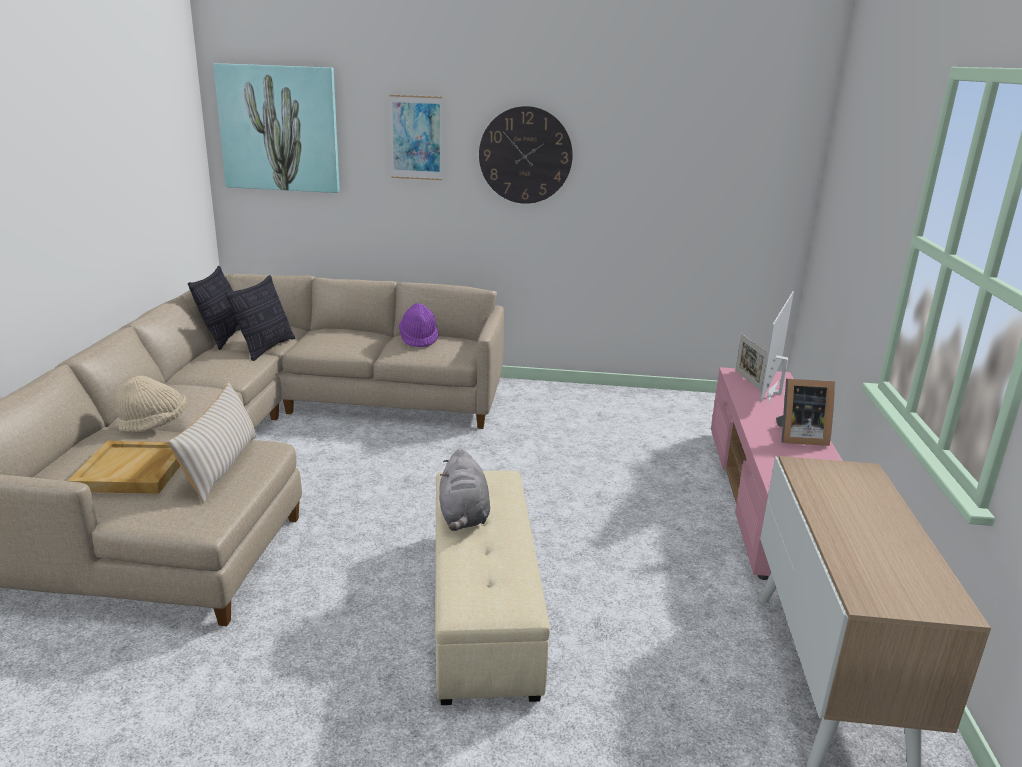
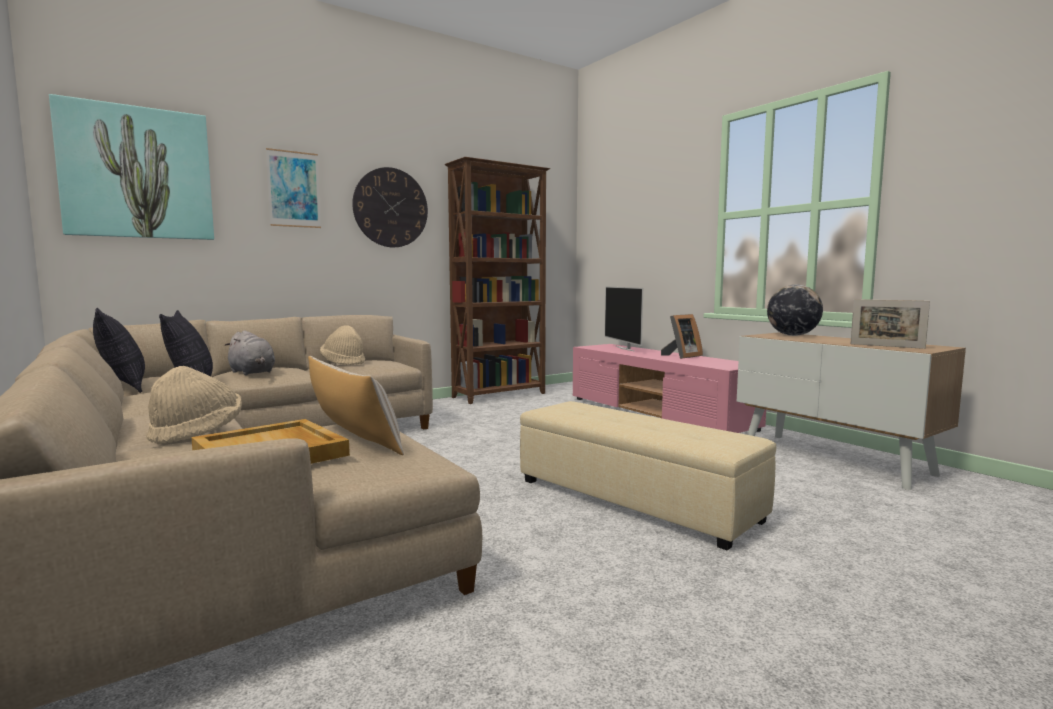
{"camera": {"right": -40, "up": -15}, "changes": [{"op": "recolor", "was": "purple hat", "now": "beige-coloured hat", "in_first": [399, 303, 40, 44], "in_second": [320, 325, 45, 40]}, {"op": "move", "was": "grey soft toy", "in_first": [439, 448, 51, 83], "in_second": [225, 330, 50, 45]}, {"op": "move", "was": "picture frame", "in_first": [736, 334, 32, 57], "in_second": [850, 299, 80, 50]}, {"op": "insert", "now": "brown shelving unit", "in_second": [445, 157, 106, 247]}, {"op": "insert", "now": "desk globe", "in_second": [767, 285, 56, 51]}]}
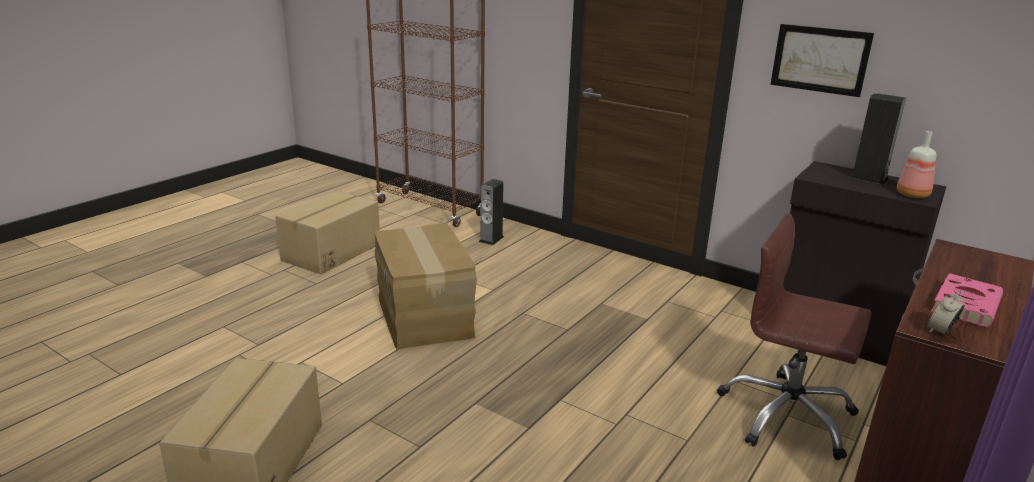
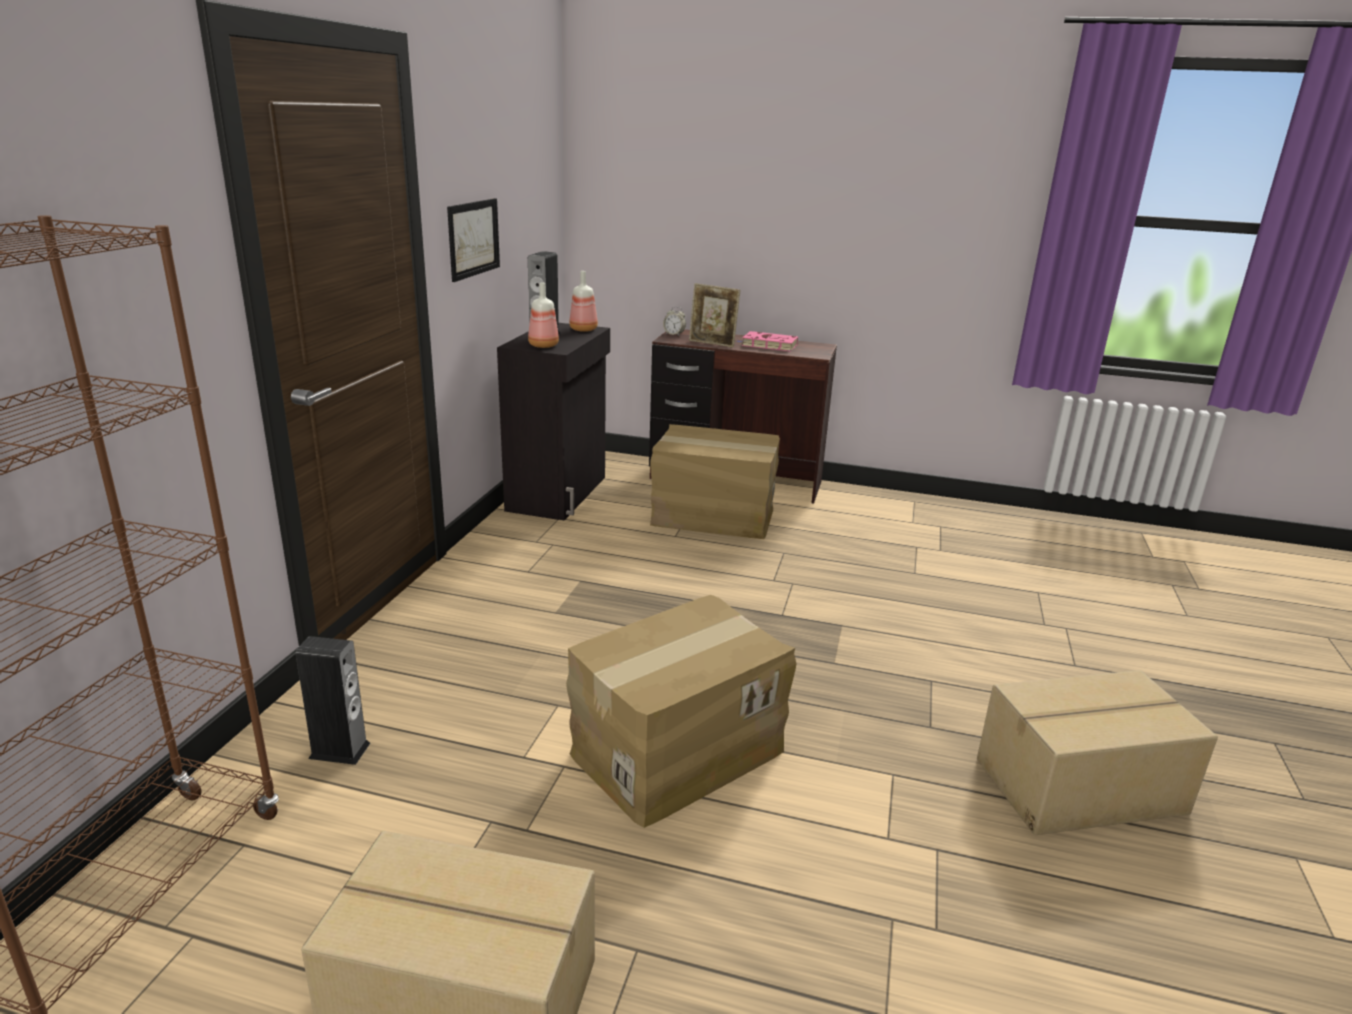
{"camera": {"right": -110, "up": 0}, "changes": [{"op": "replace", "was": "brown computer chair", "now": "packing box", "in_first": [717, 213, 154, 247], "in_second": [650, 424, 130, 115]}, {"op": "move", "was": "alarm clock", "in_first": [927, 291, 38, 44], "in_second": [663, 306, 23, 29]}, {"op": "insert", "now": "drink bottle", "in_second": [528, 283, 31, 65]}, {"op": "insert", "now": "picture frame", "in_second": [689, 283, 51, 65]}]}
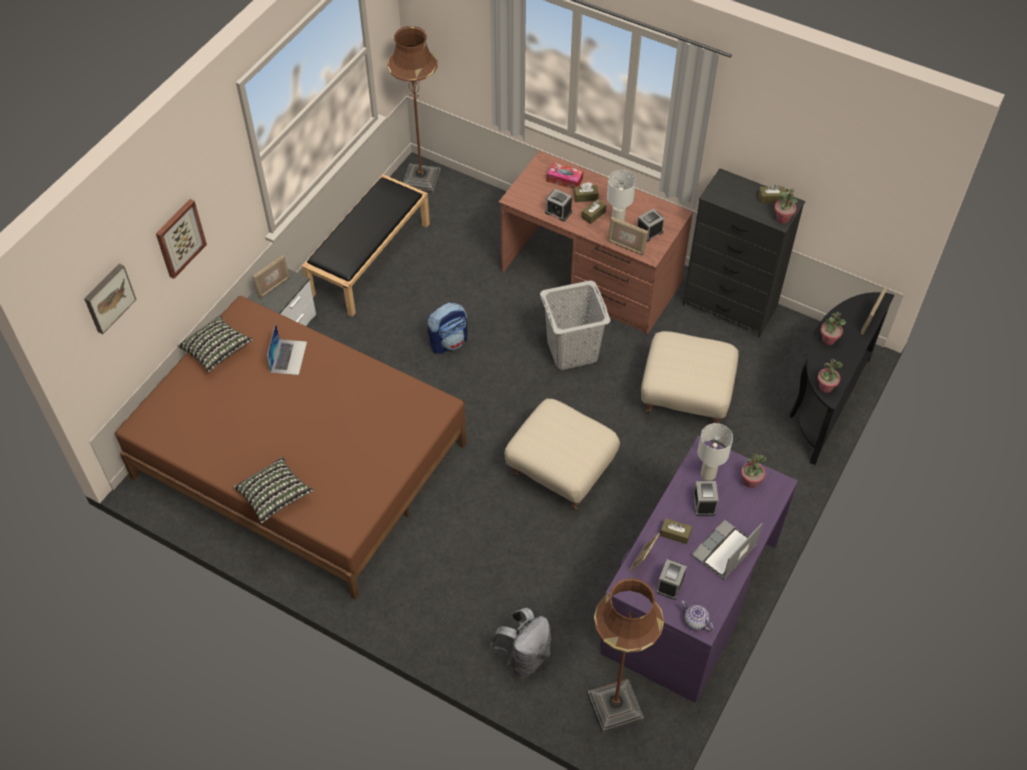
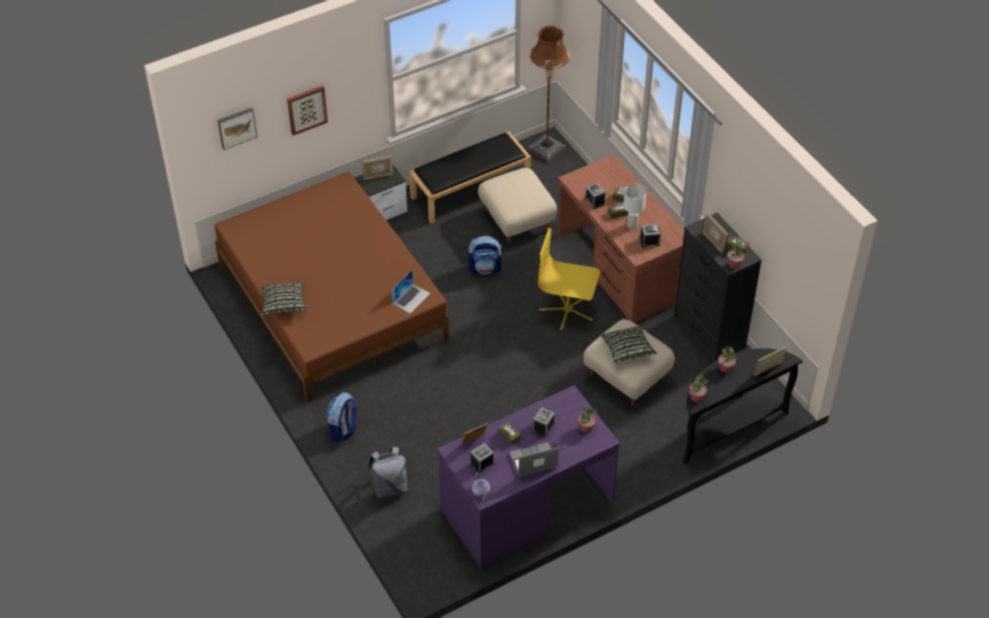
{"camera": {"right": 30, "up": -5}, "changes": [{"op": "move", "was": "throw pillow", "in_first": [178, 315, 75, 57], "in_second": [601, 325, 56, 38]}, {"op": "move", "was": "notebook computer", "in_first": [267, 323, 40, 52], "in_second": [392, 270, 38, 43]}, {"op": "move", "was": "beige-coloured pouffe", "in_first": [504, 399, 116, 112], "in_second": [478, 168, 79, 78]}, {"op": "replace", "was": "grey washing basket", "now": "yellowish computer chair", "in_first": [540, 280, 71, 90], "in_second": [538, 228, 62, 104]}, {"op": "delete", "was": "tissue box", "in_first": [547, 162, 36, 27]}, {"op": "delete", "was": "brown standard lamp", "in_first": [588, 578, 76, 155]}, {"op": "move", "was": "picture frame", "in_first": [607, 217, 41, 39], "in_second": [702, 213, 26, 41]}, {"op": "delete", "was": "whitish table lamp", "in_first": [698, 423, 35, 58]}, {"op": "insert", "now": "knapsack", "in_second": [326, 392, 32, 50]}]}
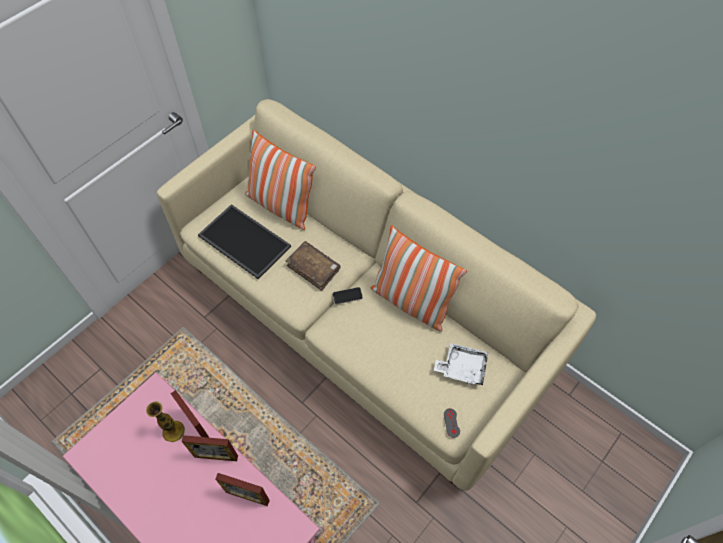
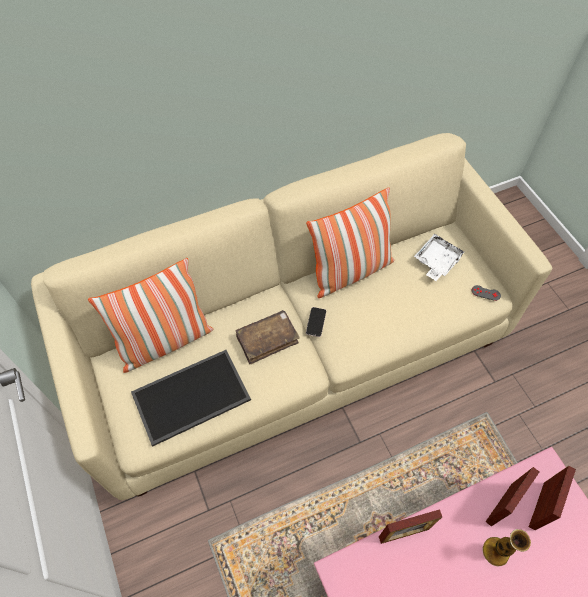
{"camera": {"right": -65, "up": 0}, "changes": [{"op": "move", "was": "decorative vase", "in_first": [146, 401, 39, 41], "in_second": [482, 529, 49, 38]}, {"op": "move", "was": "picture frame", "in_first": [182, 435, 56, 26], "in_second": [529, 466, 47, 64]}]}
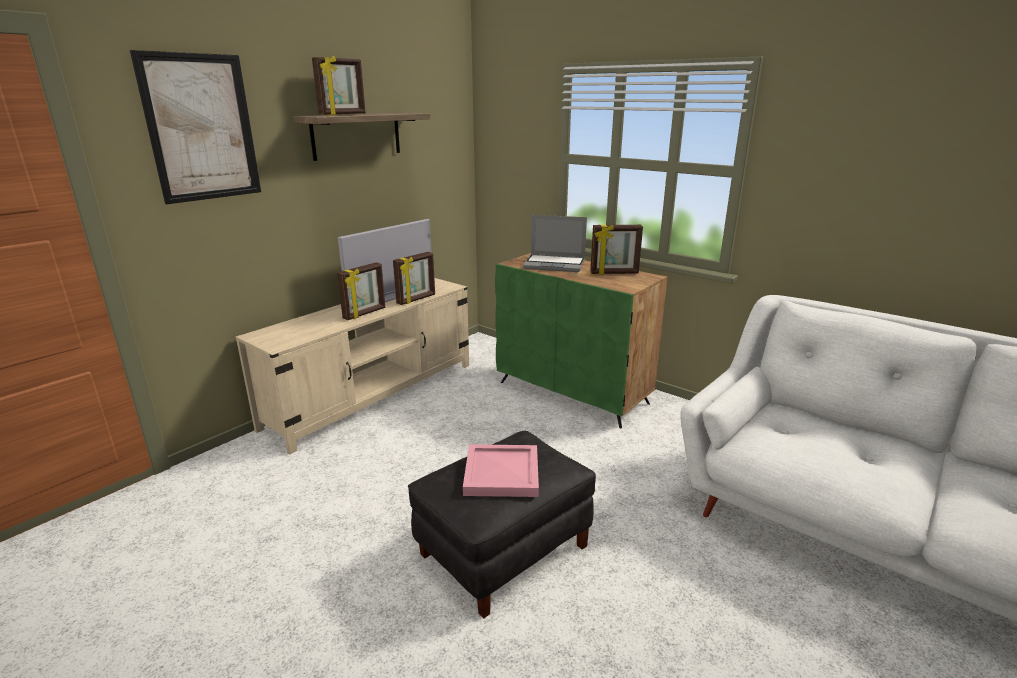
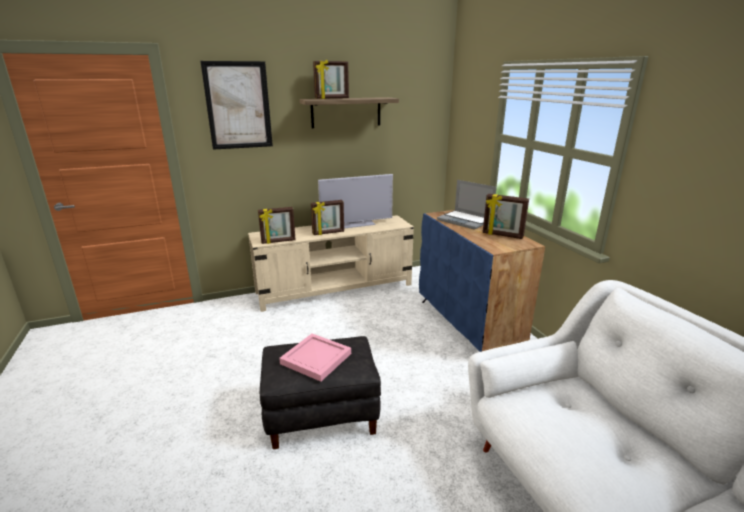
{"camera": {"right": 30, "up": 0}, "changes": [{"op": "move", "was": "picture frame", "in_first": [393, 252, 42, 53], "in_second": [258, 207, 38, 37]}, {"op": "recolor", "was": "green storage cabinet", "now": "bluish storage cabinet", "in_first": [495, 253, 172, 175], "in_second": [419, 210, 126, 142]}]}
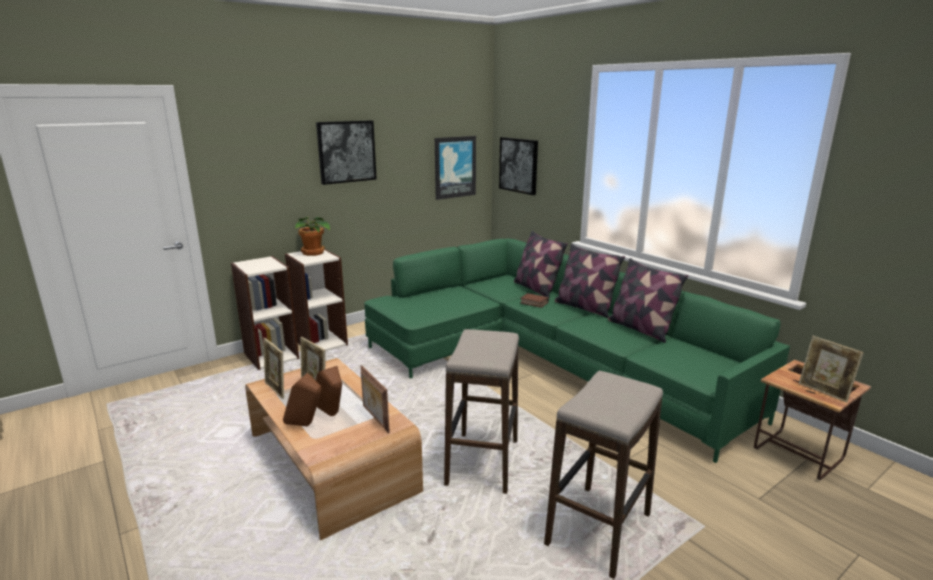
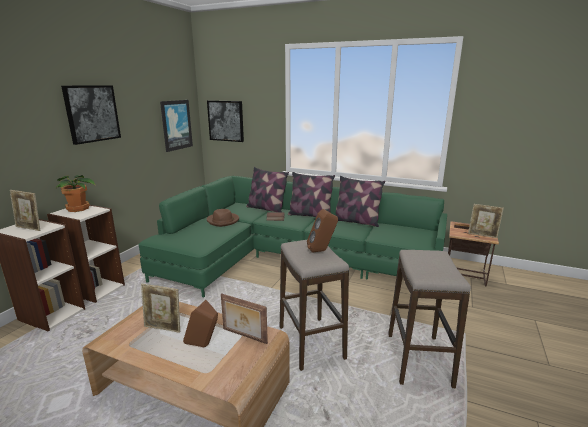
{"camera": {"right": -30, "up": 0}, "changes": [{"op": "move", "was": "picture frame", "in_first": [263, 338, 21, 61], "in_second": [10, 190, 30, 41]}, {"op": "move", "was": "brown speaker", "in_first": [283, 373, 38, 53], "in_second": [307, 209, 31, 44]}, {"op": "insert", "now": "brown hat", "in_second": [207, 209, 32, 18]}]}
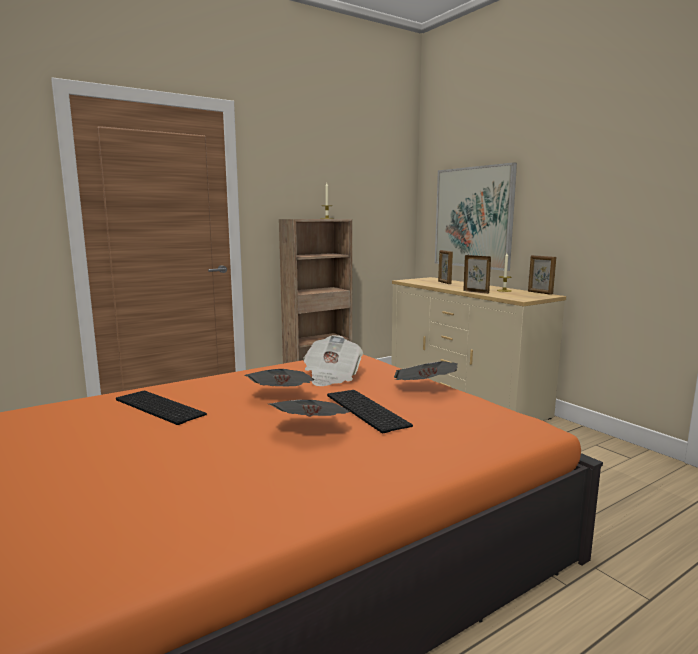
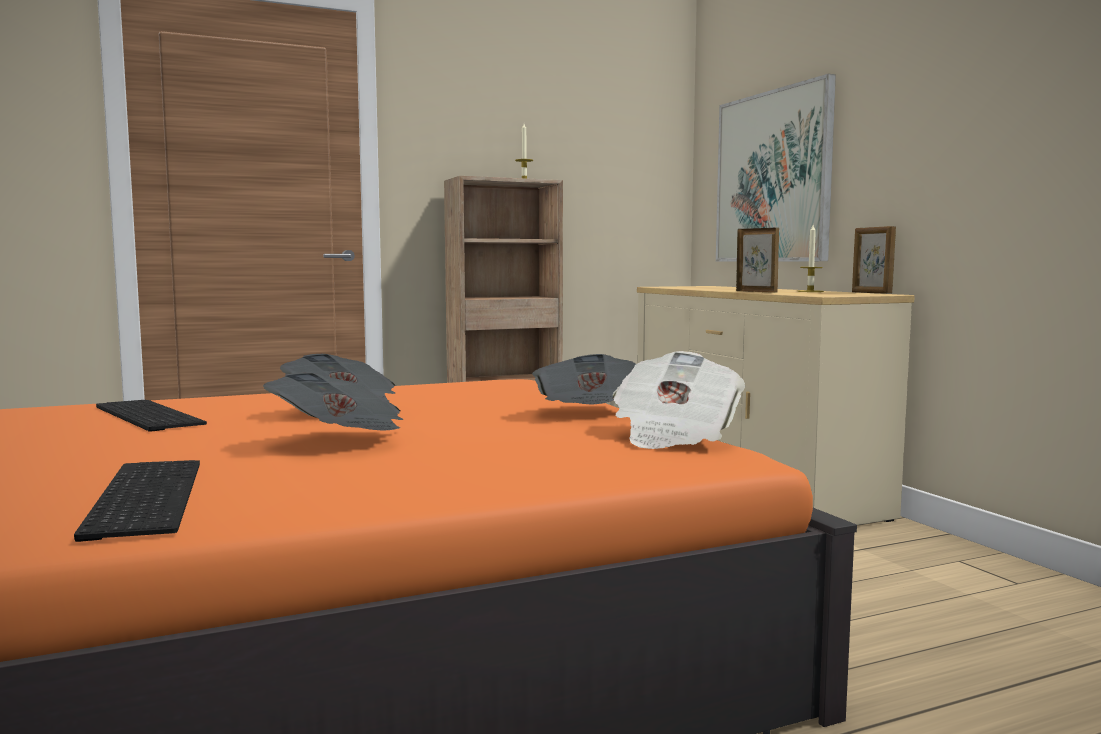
{"camera": {"right": 10, "up": -5}, "changes": [{"op": "move", "was": "newspaper", "in_first": [303, 335, 60, 51], "in_second": [612, 351, 134, 98]}, {"op": "move", "was": "keyboard", "in_first": [327, 390, 86, 43], "in_second": [74, 460, 126, 82]}, {"op": "delete", "was": "picture frame", "in_first": [438, 250, 15, 34]}]}
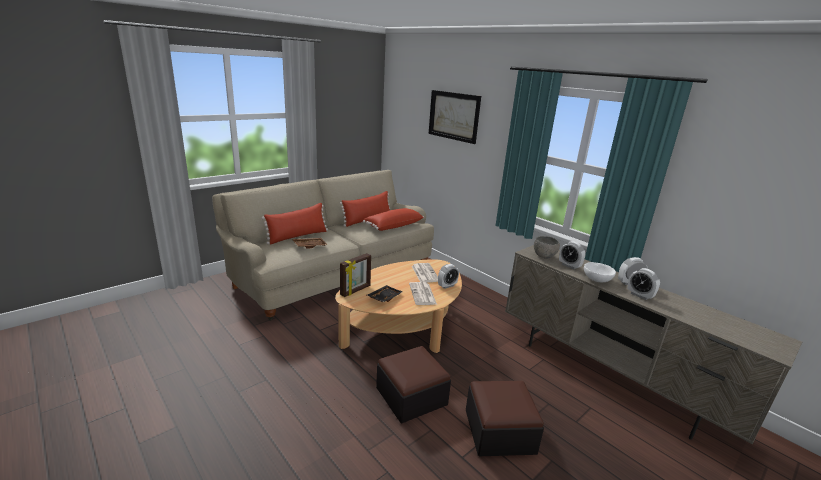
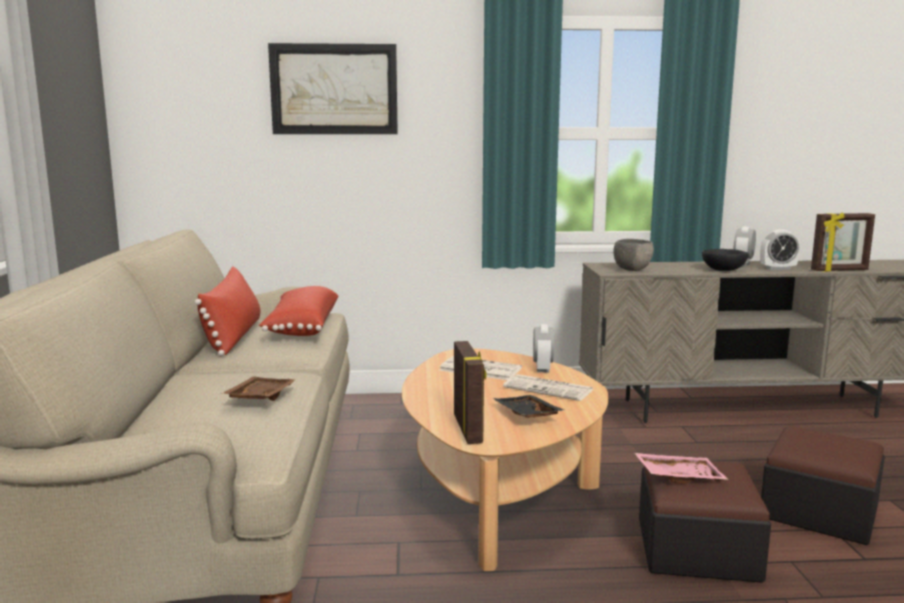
{"camera": {"right": -50, "up": -10}, "changes": [{"op": "delete", "was": "reddish throw pillow", "in_first": [262, 203, 66, 41]}, {"op": "delete", "was": "alarm clock", "in_first": [559, 241, 26, 28]}, {"op": "recolor", "was": "whitish deep dish", "now": "blackish deep dish", "in_first": [584, 262, 32, 20], "in_second": [702, 249, 46, 22]}, {"op": "insert", "now": "pink-coloured tray", "in_second": [635, 453, 93, 30]}, {"op": "insert", "now": "picture frame", "in_second": [811, 212, 64, 60]}]}
